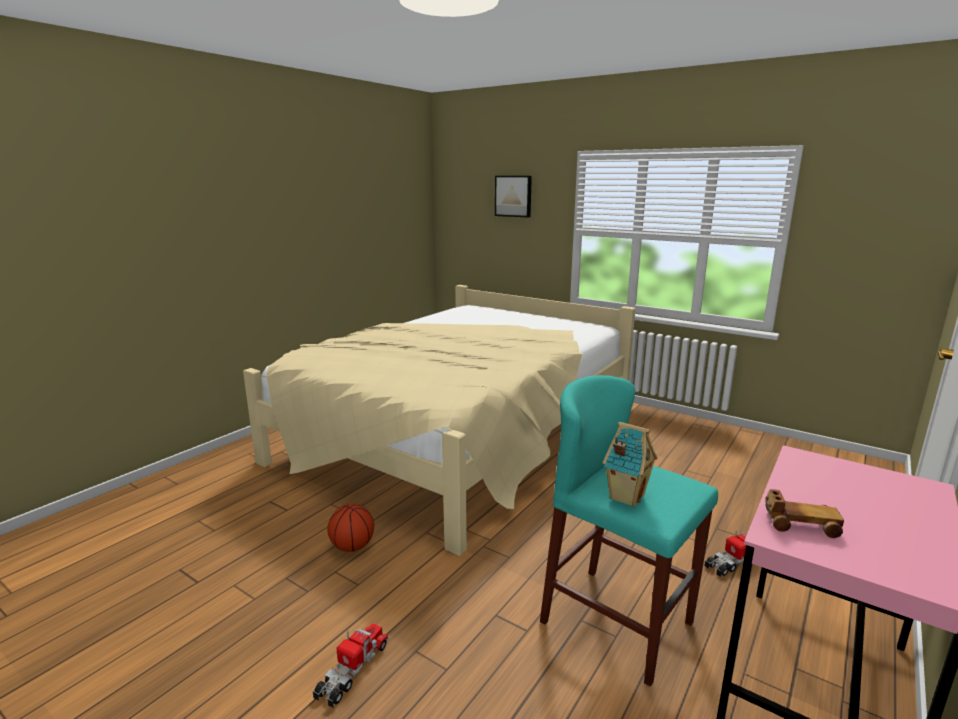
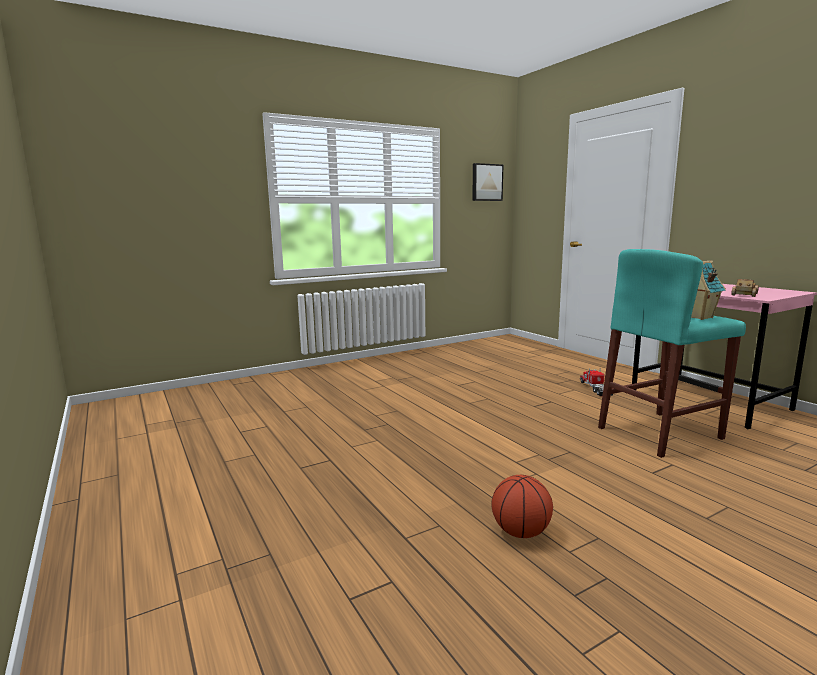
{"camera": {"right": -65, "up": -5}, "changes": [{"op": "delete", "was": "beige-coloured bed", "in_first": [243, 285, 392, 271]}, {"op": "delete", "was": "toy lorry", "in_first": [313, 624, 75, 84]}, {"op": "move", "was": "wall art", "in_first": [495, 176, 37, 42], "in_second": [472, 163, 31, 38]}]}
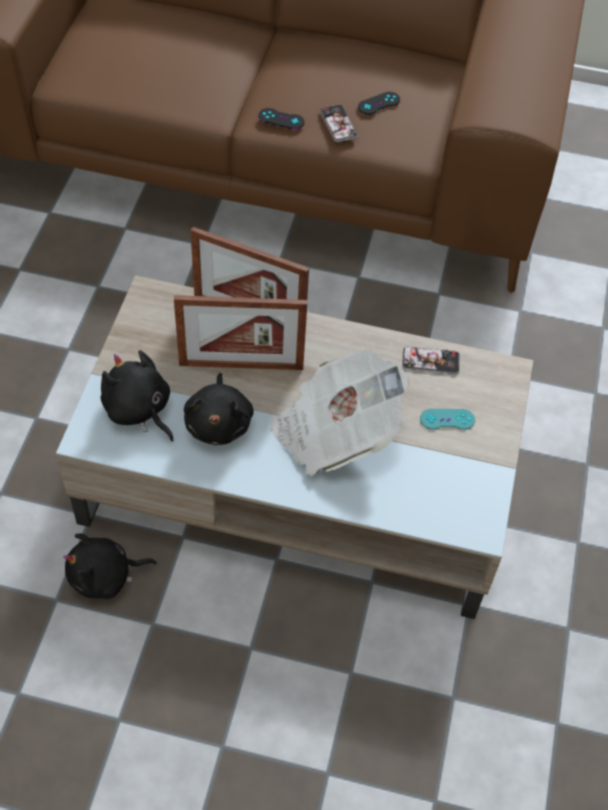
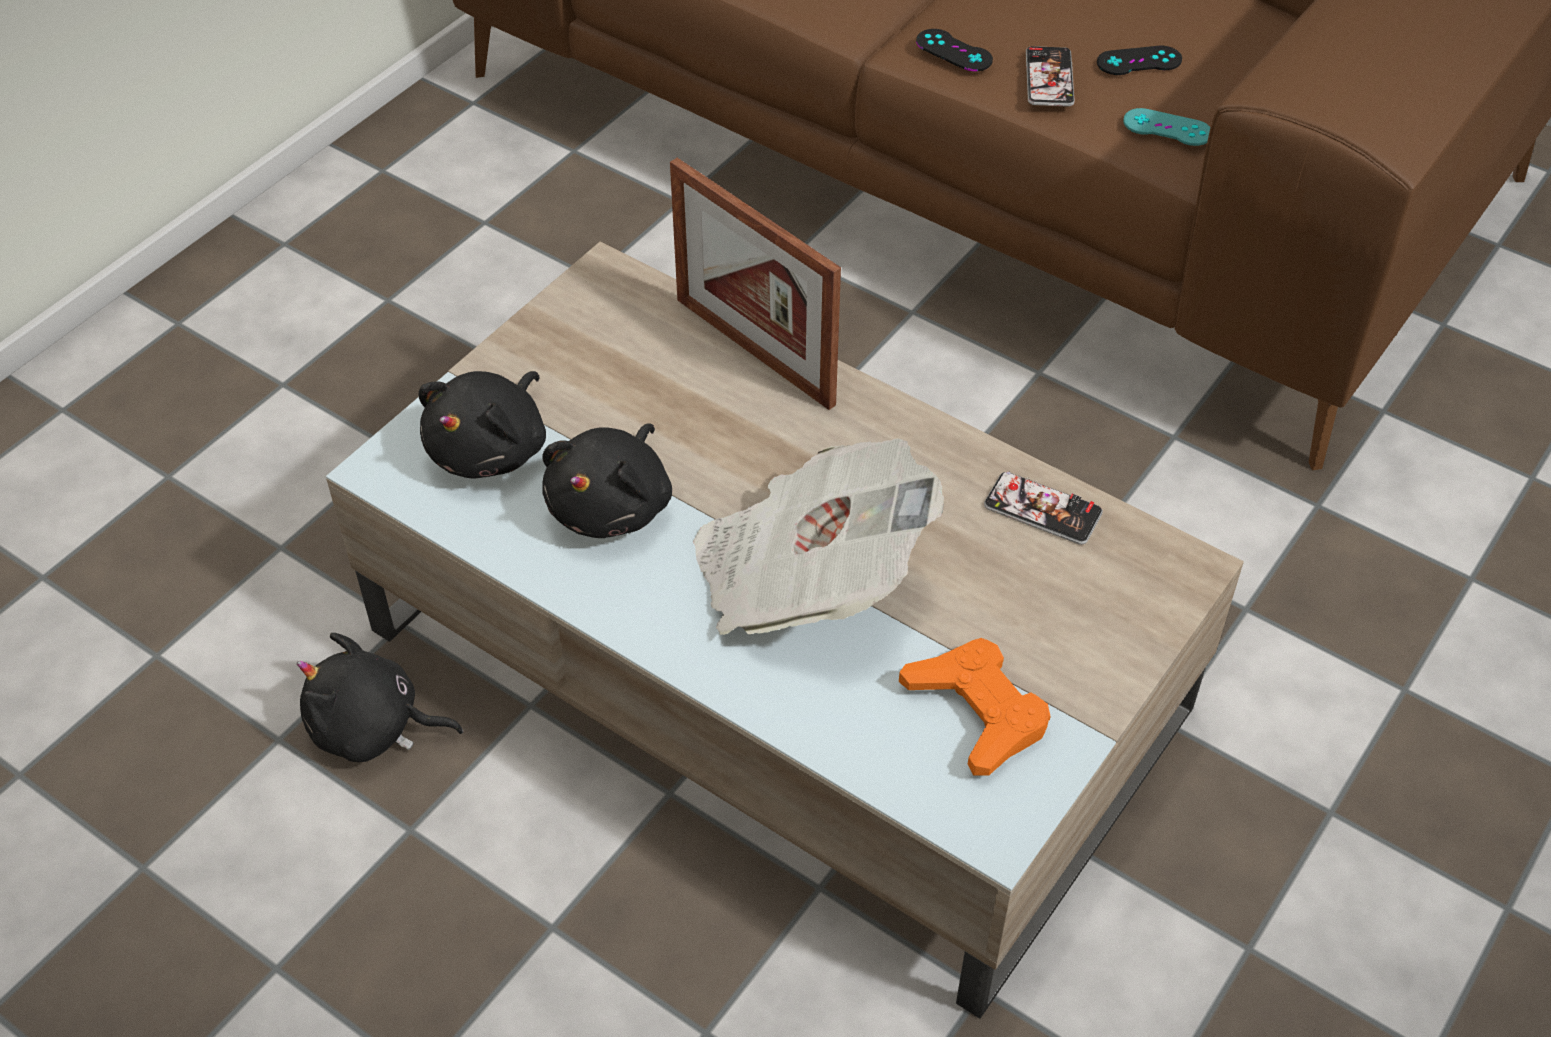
{"camera": {"right": 25, "up": -5}, "changes": [{"op": "rotate", "was": "blackish soft toy", "in_first": [101, 350, 73, 92], "in_second": [419, 371, 127, 107], "clockwise": -135}, {"op": "delete", "was": "picture frame", "in_first": [174, 295, 133, 75]}, {"op": "move", "was": "turquoise-coloured game controller", "in_first": [420, 409, 55, 21], "in_second": [1123, 108, 87, 38]}, {"op": "insert", "now": "orangey game controller", "in_second": [899, 638, 152, 138]}]}
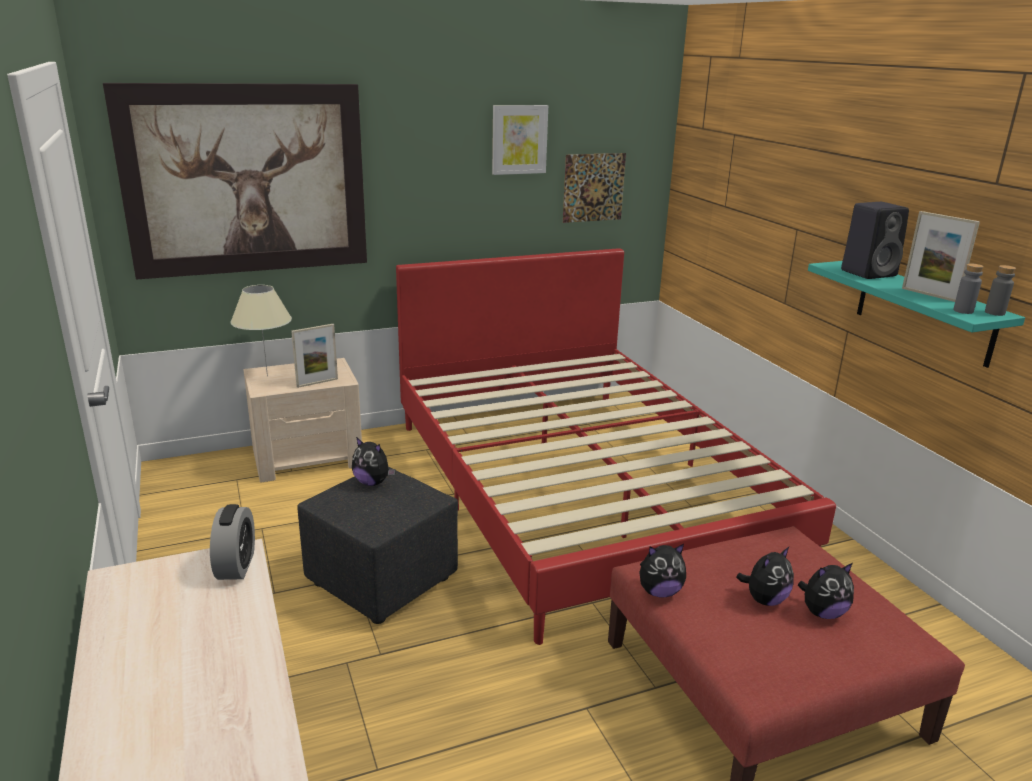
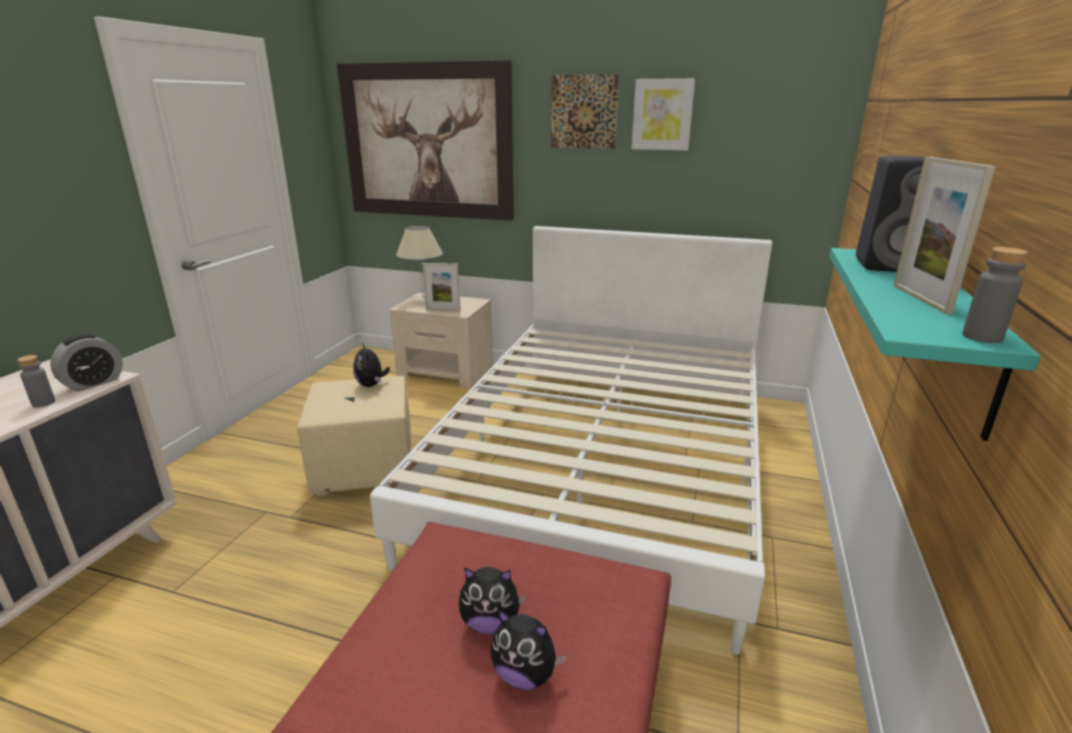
{"camera": {"right": 40, "up": 0}, "changes": [{"op": "recolor", "was": "blackish pouffe", "now": "beige-coloured pouffe", "in_first": [297, 467, 161, 157], "in_second": [297, 376, 114, 121]}, {"op": "recolor", "was": "reddish bed", "now": "whitish bed", "in_first": [396, 248, 440, 397], "in_second": [370, 226, 402, 429]}, {"op": "move", "was": "wall art", "in_first": [563, 153, 63, 70], "in_second": [551, 75, 68, 74]}, {"op": "delete", "was": "soft toy", "in_first": [639, 544, 47, 53]}, {"op": "move", "was": "grey drink bottle", "in_first": [953, 264, 31, 50], "in_second": [17, 355, 38, 53]}]}
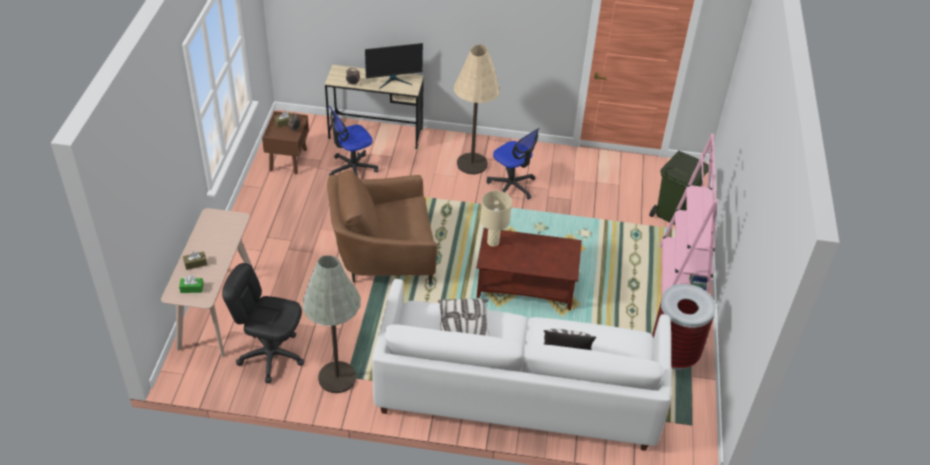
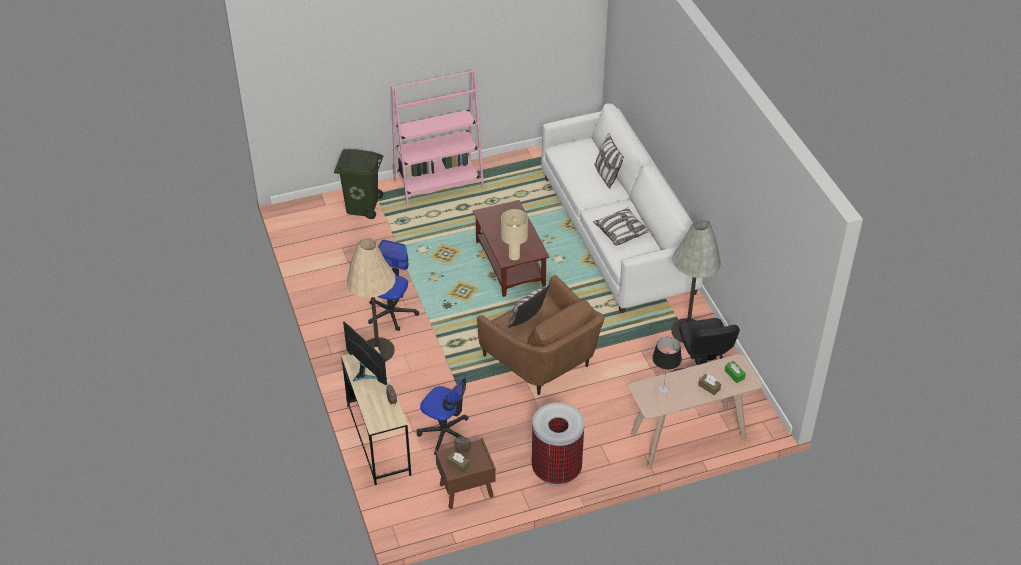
{"camera": {"right": -115, "up": 0}, "changes": [{"op": "move", "was": "trash can", "in_first": [652, 284, 64, 86], "in_second": [532, 402, 52, 84]}, {"op": "insert", "now": "throw pillow", "in_second": [508, 284, 41, 44]}, {"op": "insert", "now": "table lamp", "in_second": [652, 337, 30, 57]}]}
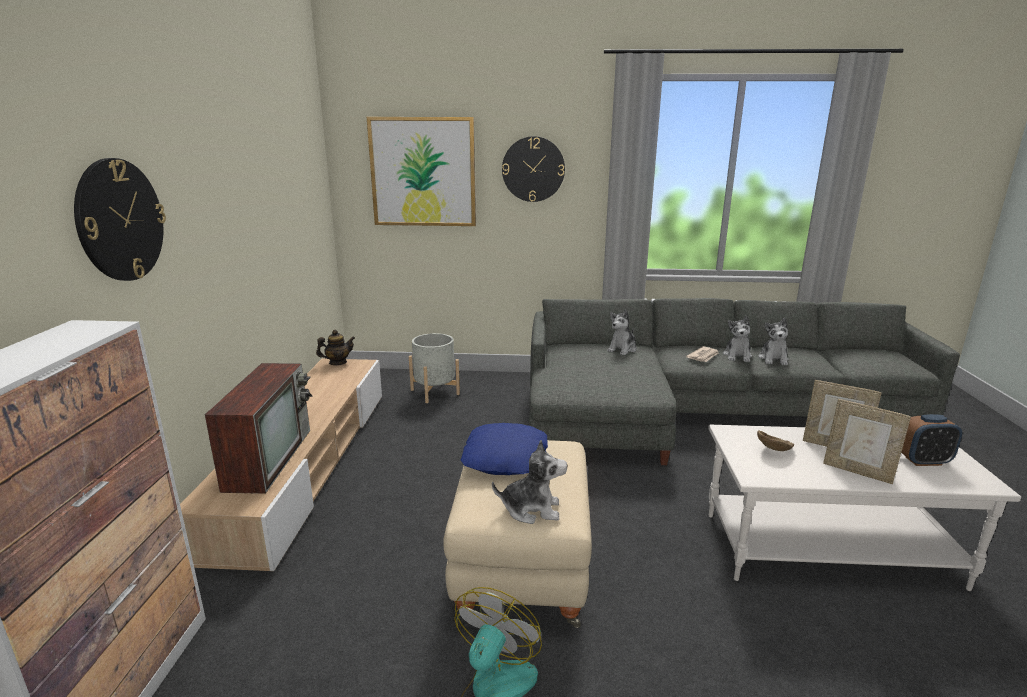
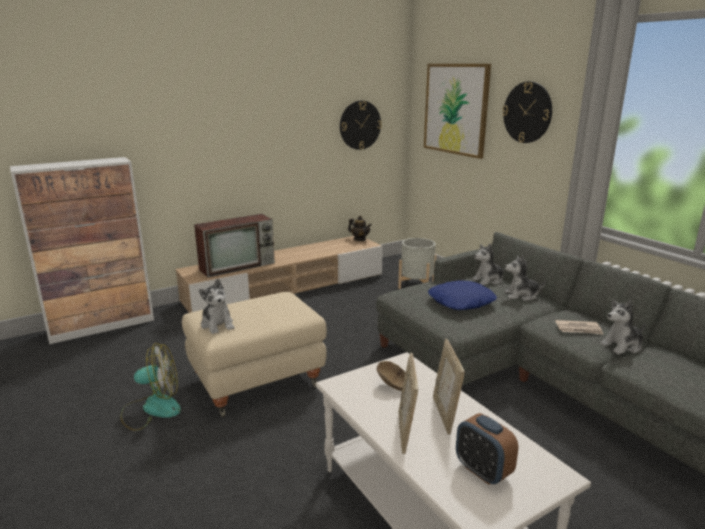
{"camera": {"right": 55, "up": 0}, "changes": [{"op": "move", "was": "clock on the wall", "in_first": [74, 158, 92, 123], "in_second": [340, 101, 42, 49]}, {"op": "move", "was": "bluish throw pillow", "in_first": [461, 423, 87, 52], "in_second": [428, 280, 69, 30]}, {"op": "move", "was": "soft toy", "in_first": [759, 318, 30, 47], "in_second": [472, 244, 32, 41]}]}
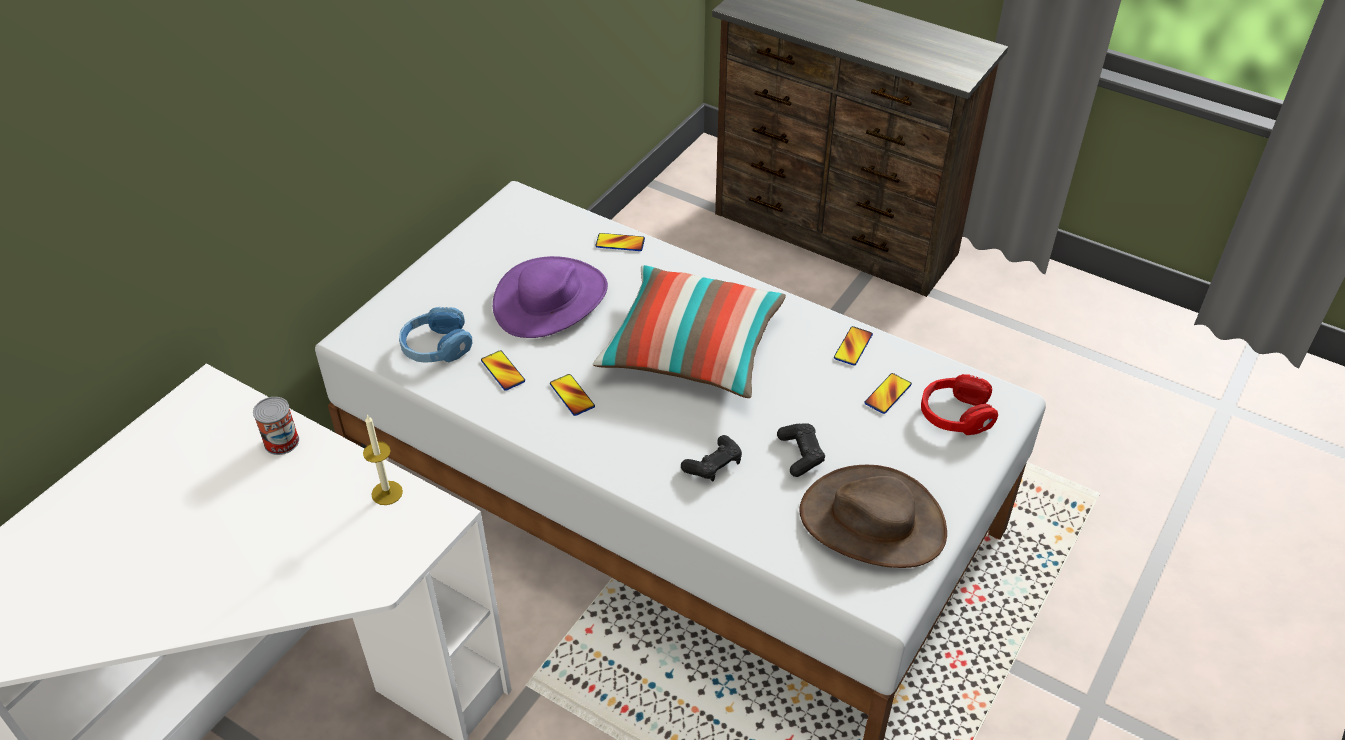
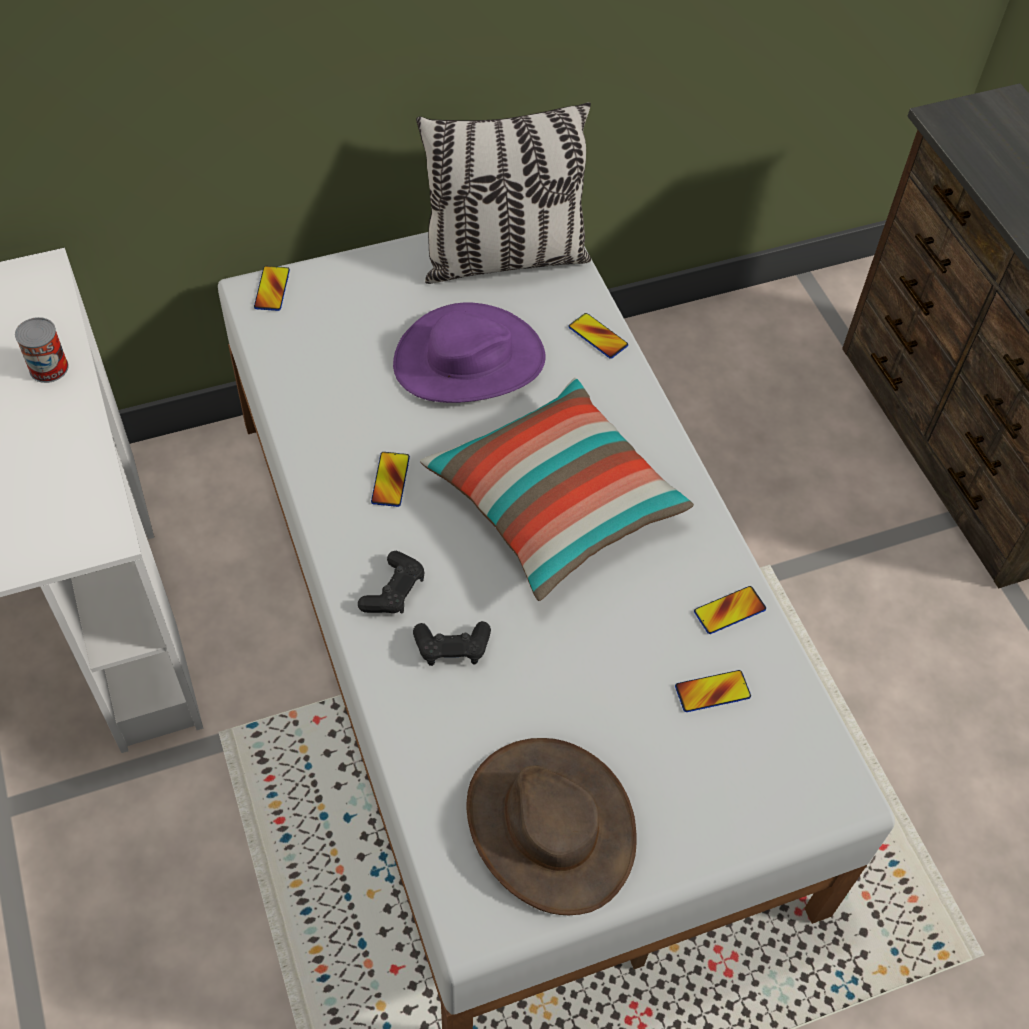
{"camera": {"right": 35, "up": 10}, "changes": [{"op": "delete", "was": "candle", "in_first": [363, 415, 40, 90]}, {"op": "delete", "was": "bluish headphones", "in_first": [399, 307, 74, 55]}, {"op": "move", "was": "handset", "in_first": [481, 350, 44, 41], "in_second": [254, 266, 36, 45]}, {"op": "move", "was": "blackish game controller", "in_first": [777, 423, 48, 54], "in_second": [358, 551, 66, 63]}, {"op": "delete", "was": "reddish headphones", "in_first": [921, 374, 77, 61]}, {"op": "insert", "now": "throw pillow", "in_second": [416, 102, 175, 182]}]}
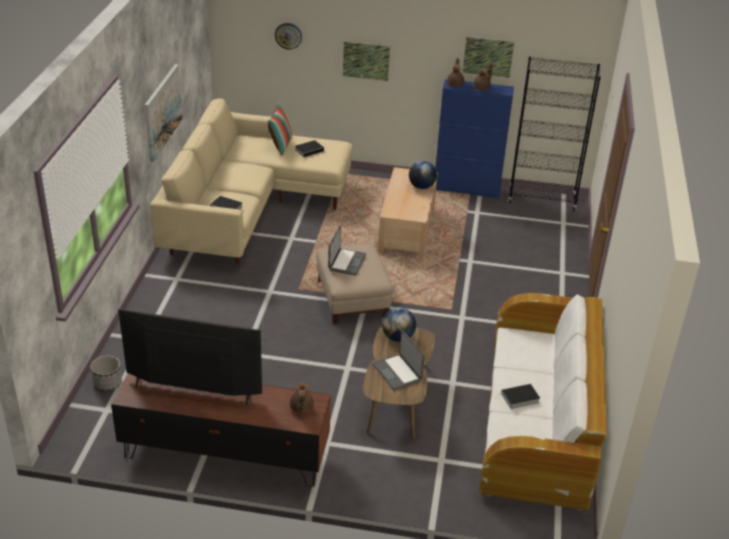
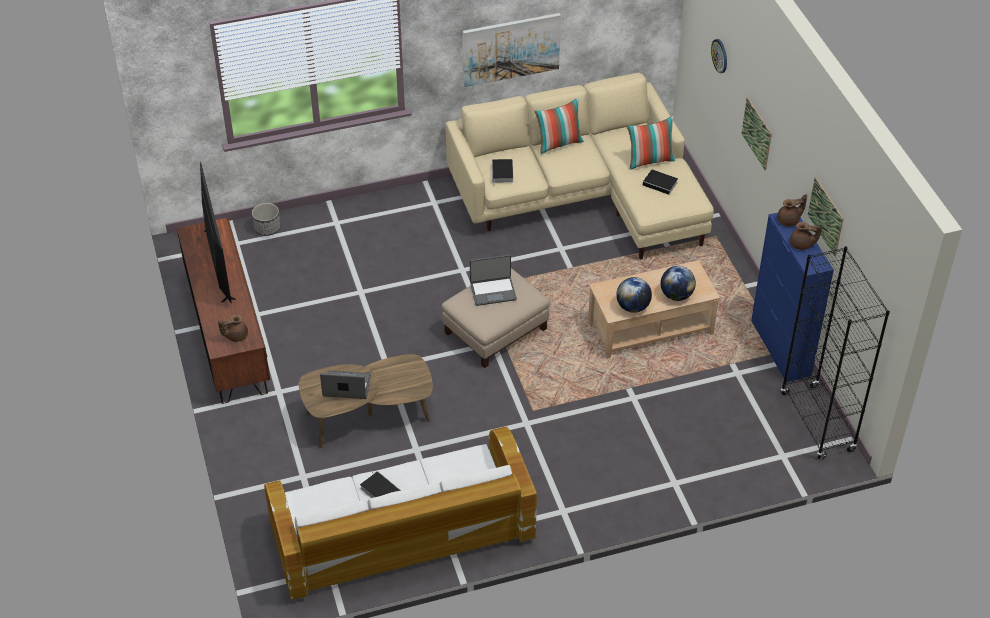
{"camera": {"right": 65, "up": 10}, "changes": [{"op": "rotate", "was": "notebook computer", "in_first": [372, 330, 53, 61], "in_second": [320, 371, 51, 28], "clockwise": 60}, {"op": "move", "was": "desk globe", "in_first": [382, 307, 34, 35], "in_second": [616, 277, 36, 36]}, {"op": "insert", "now": "throw pillow", "in_second": [535, 98, 49, 56]}]}
